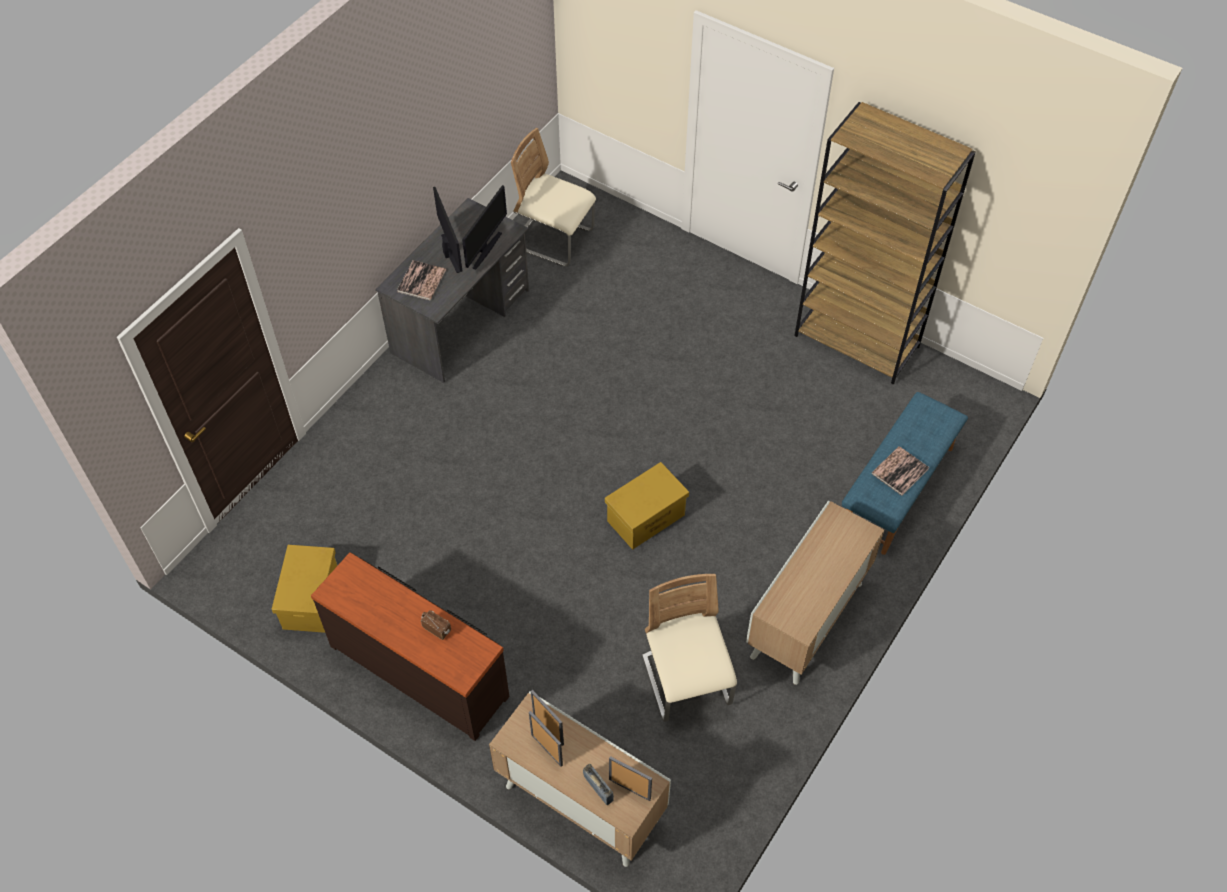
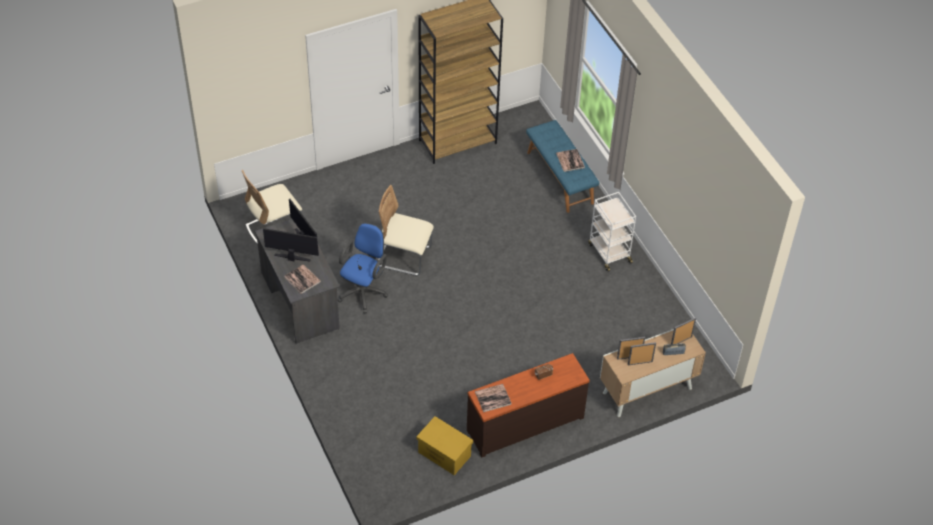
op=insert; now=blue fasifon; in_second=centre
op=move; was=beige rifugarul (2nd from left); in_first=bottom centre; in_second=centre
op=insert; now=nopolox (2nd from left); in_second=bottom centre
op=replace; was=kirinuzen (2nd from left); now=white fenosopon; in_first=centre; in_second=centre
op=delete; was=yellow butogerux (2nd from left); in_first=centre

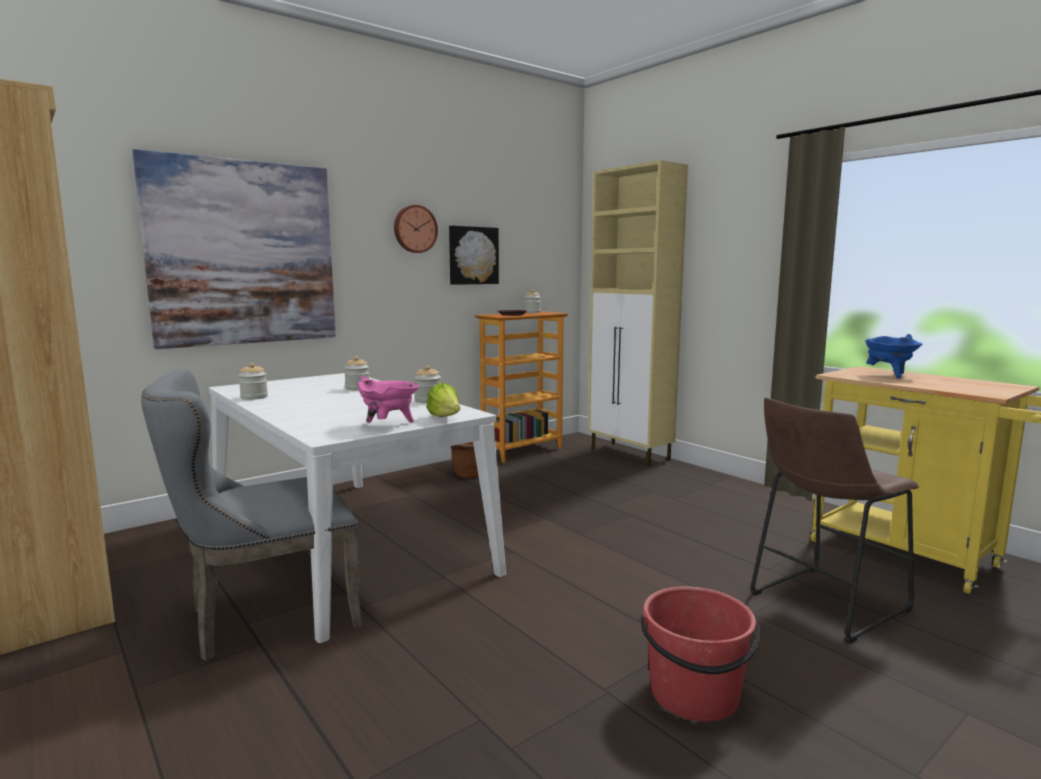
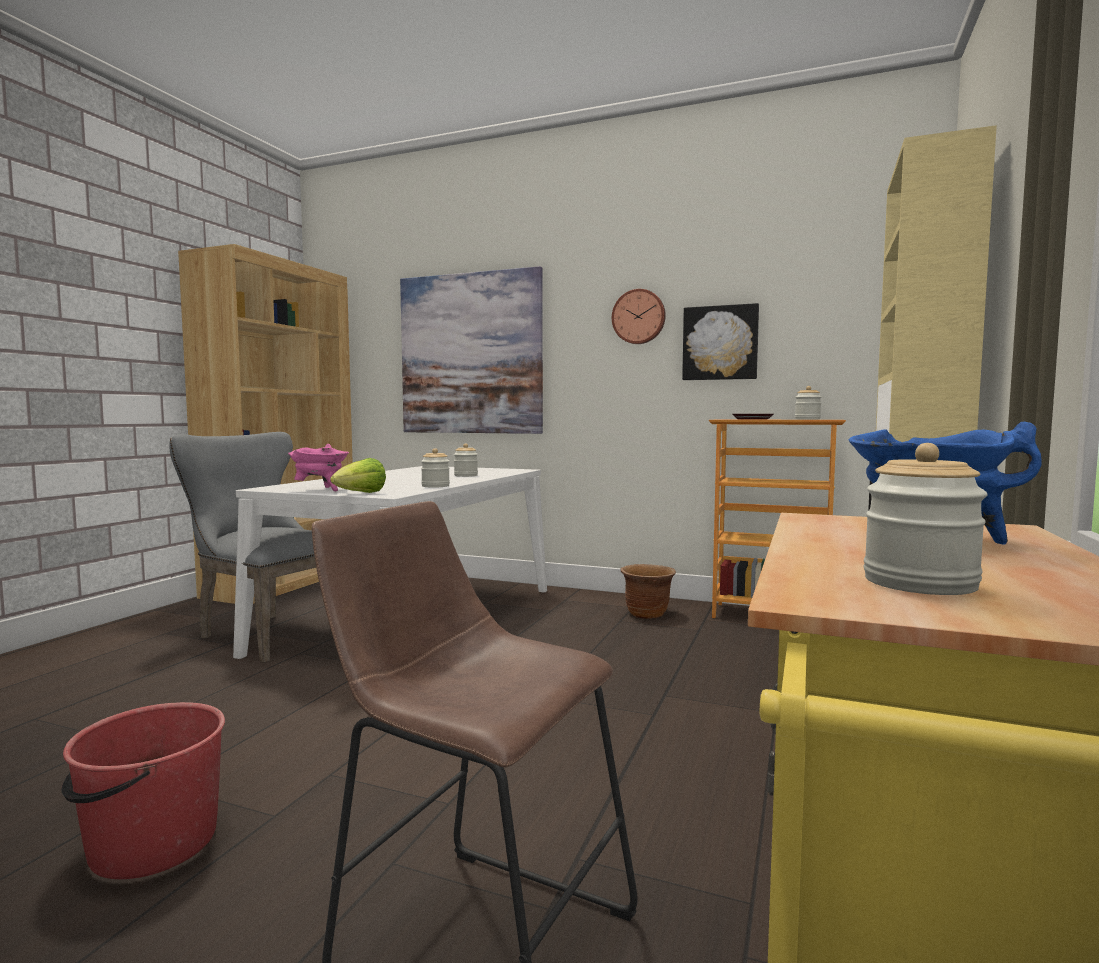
op=move; was=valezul (1st from left in the first image); now=valezul (4th from left); in_first=middle left; in_second=middle right

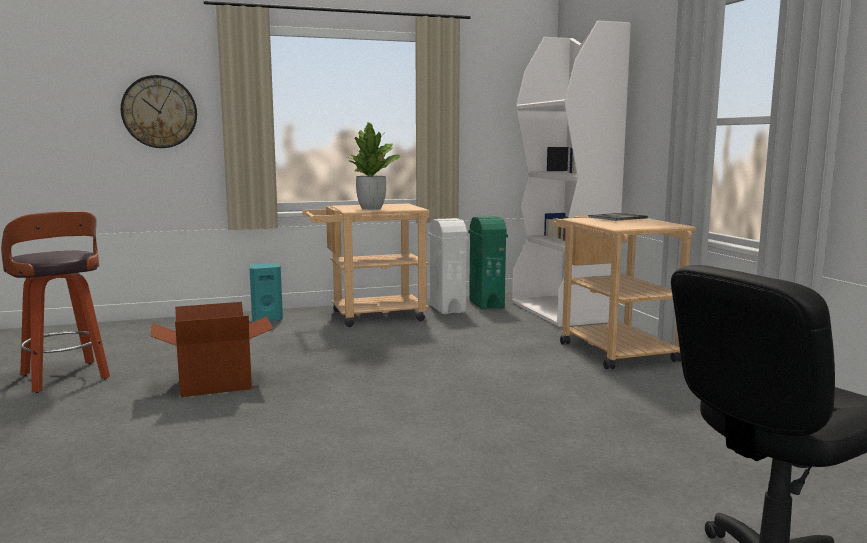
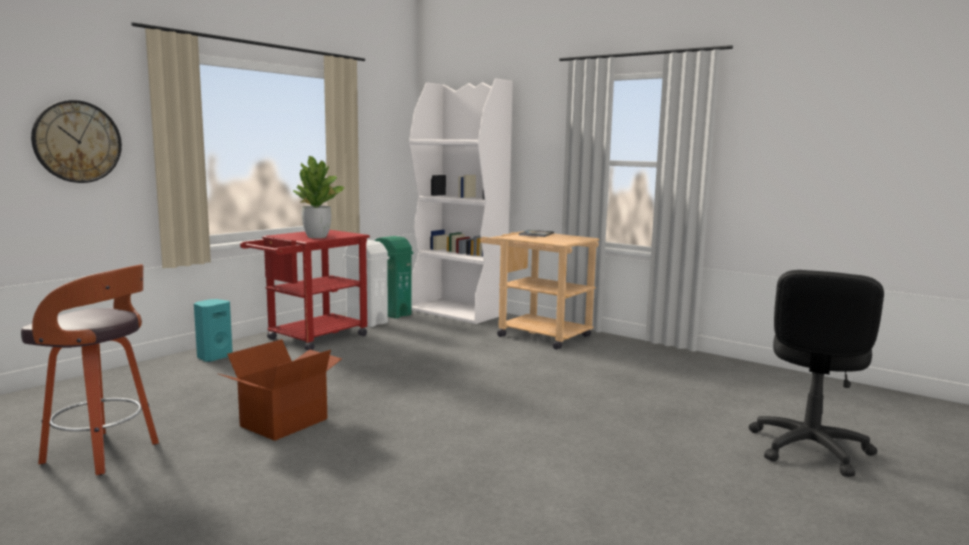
op=recolor; was=beige fenosopon (1st from left); now=red fenosopon; in_first=centre; in_second=middle left

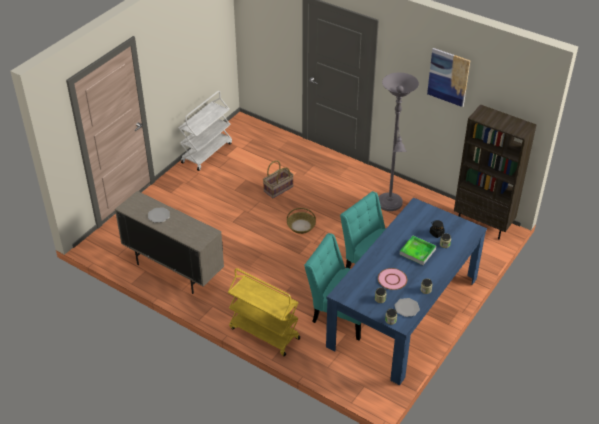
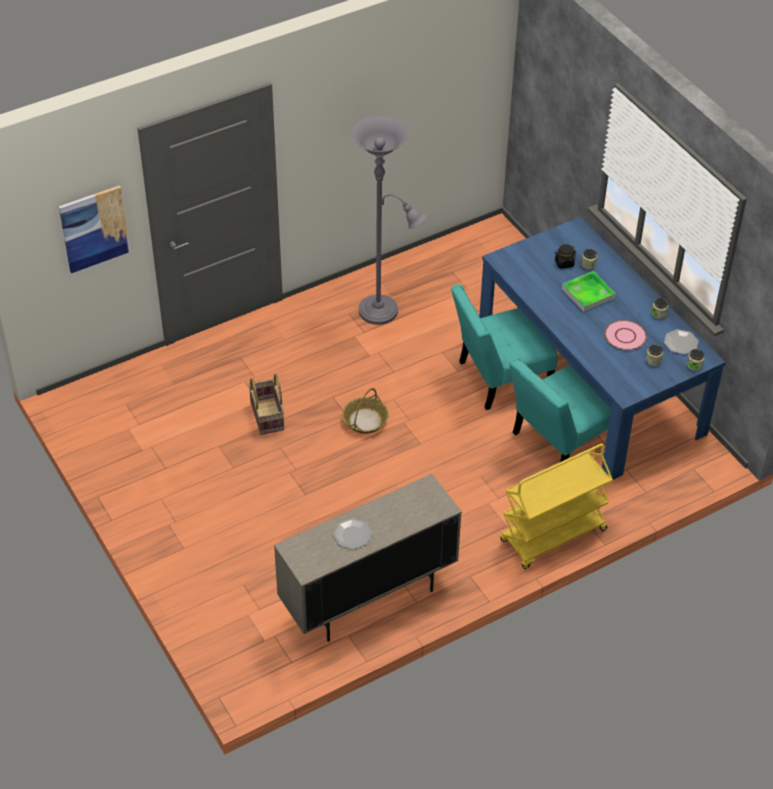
op=move; was=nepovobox; in_first=top right; in_second=top left
op=delete; was=white fenosopon; in_first=top centre
op=delete; was=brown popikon; in_first=middle right

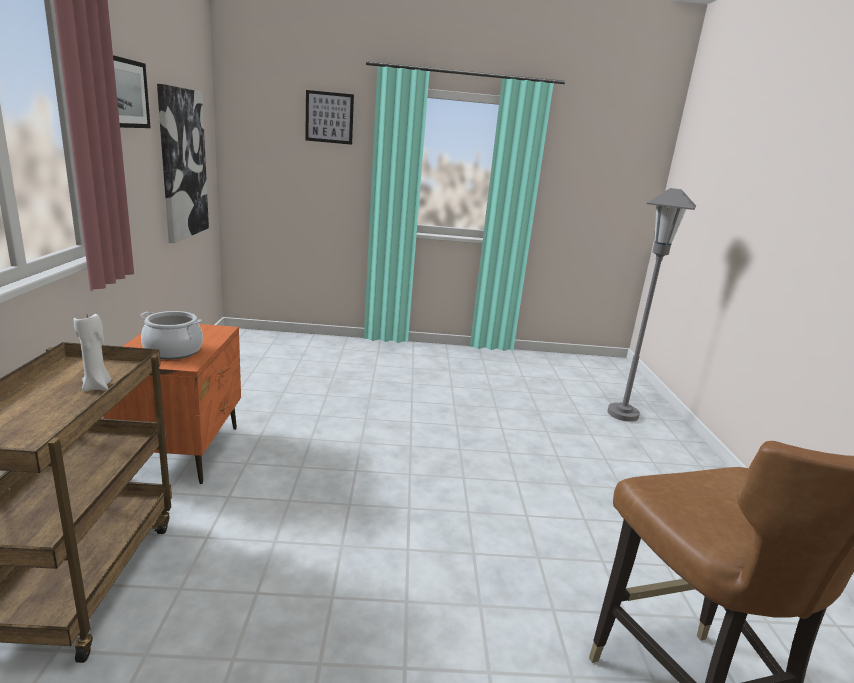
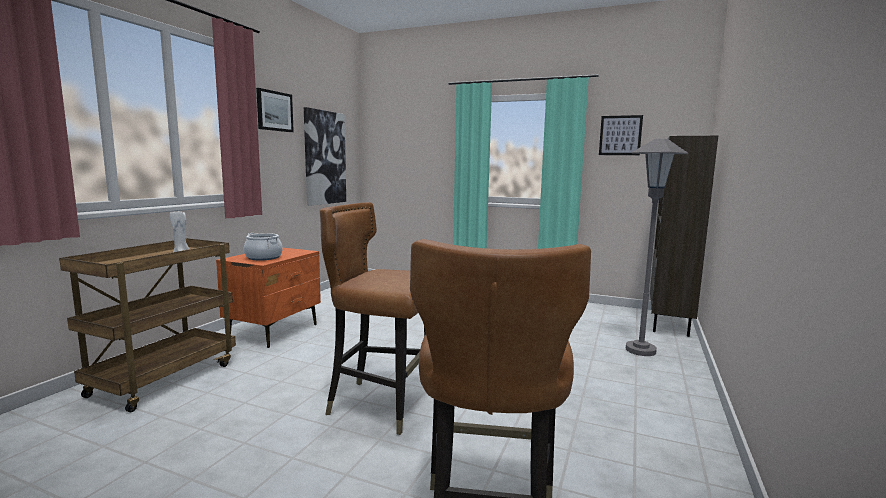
op=insert; now=brown rifugarul (1st from left); in_second=centre
op=move; was=nepovobox (3rd from left); in_first=top centre; in_second=top right
op=insert; now=brown popikon; in_second=middle right

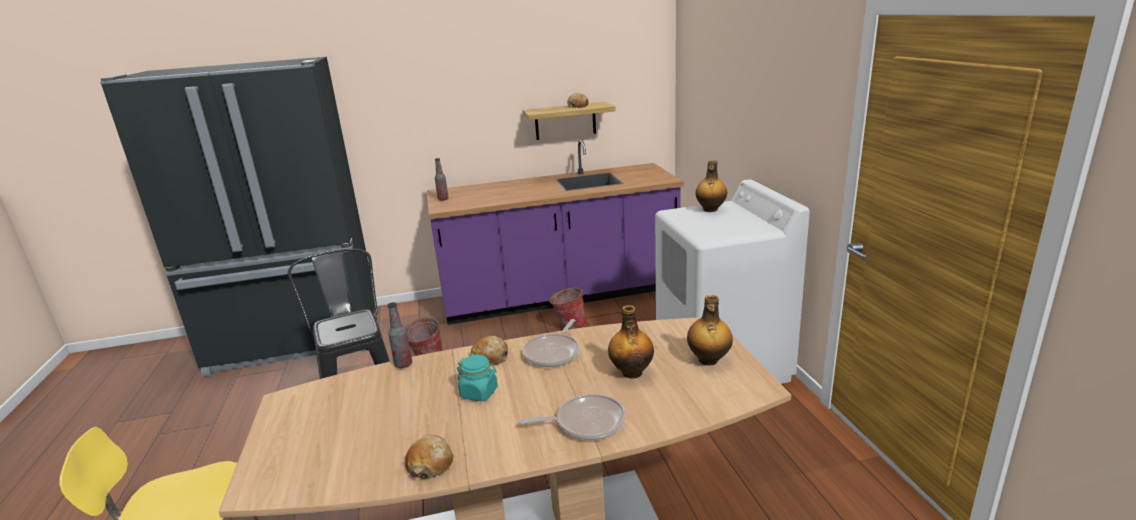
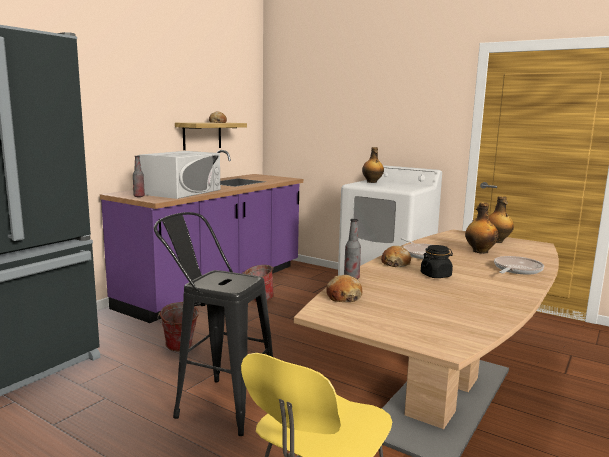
op=insert; now=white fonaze; in_second=middle left
op=move; was=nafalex (1st from left in the first image); now=nafalex (2nd from left); in_first=bottom centre; in_second=centre
op=recolor; was=turquoise valezul; now=black valezul; in_first=bottom centre; in_second=middle right

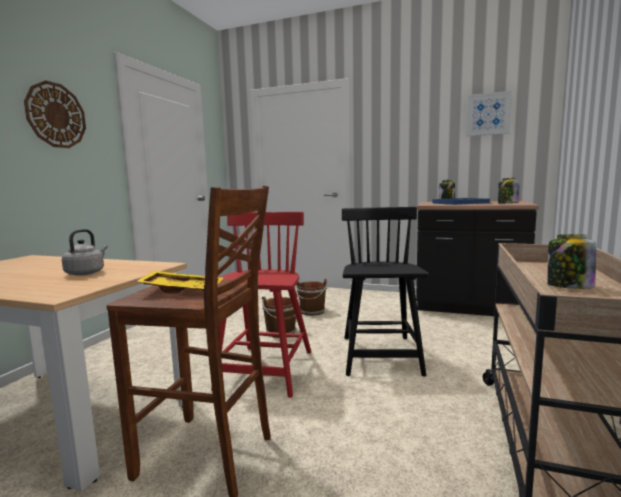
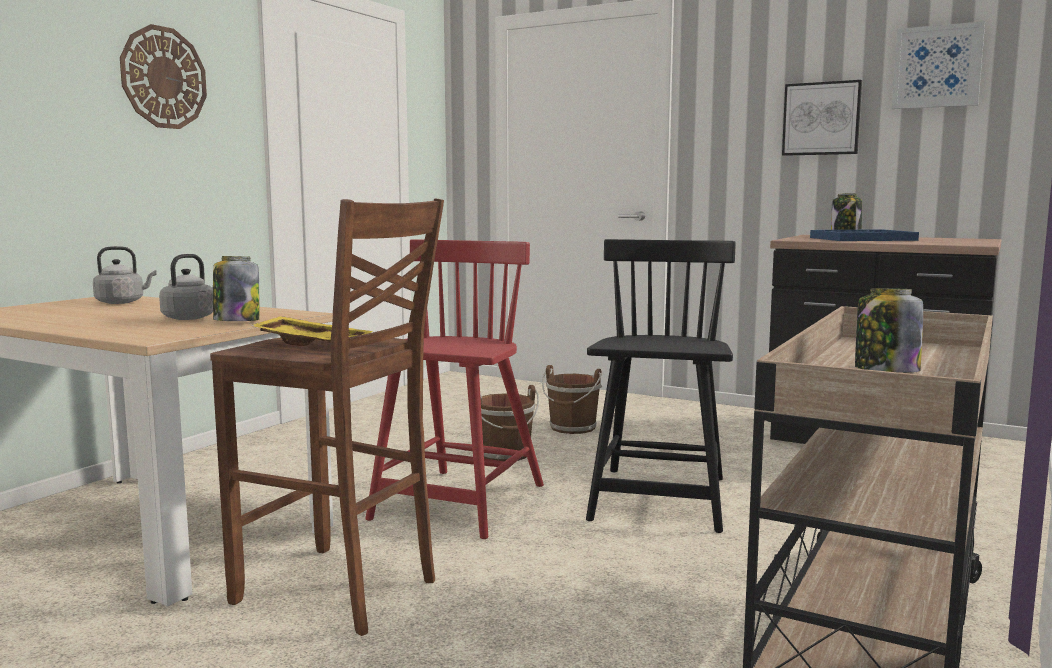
op=insert; now=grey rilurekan (1st from left); in_second=middle left
op=move; was=valezul (2nd from left in the first image); now=valezul (1st from left); in_first=middle right; in_second=middle left
op=insert; now=nepovobox (1st from left); in_second=top right

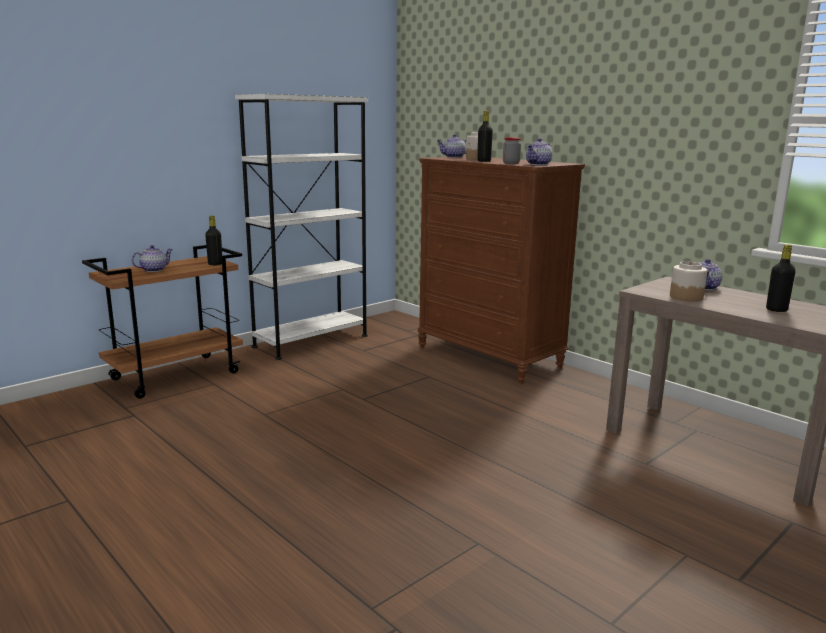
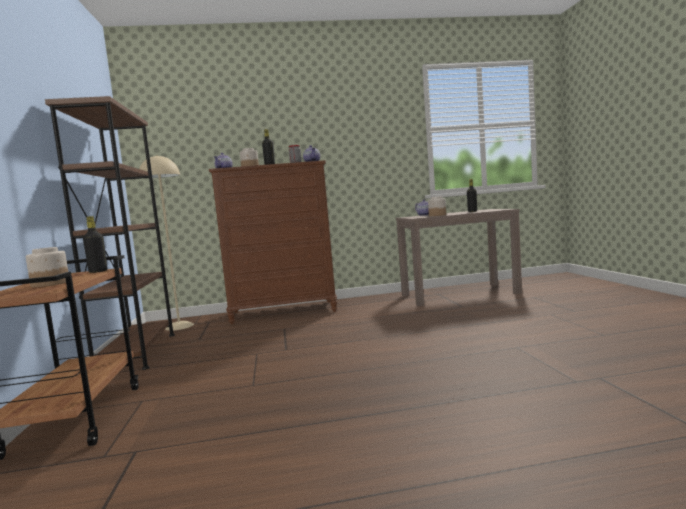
op=replace; was=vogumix (1st from left); now=valezul (1st from left); in_first=middle left; in_second=middle left
op=recolor; was=white popikon; now=brown popikon; in_first=centre; in_second=middle left
op=insert; now=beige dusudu; in_second=middle left

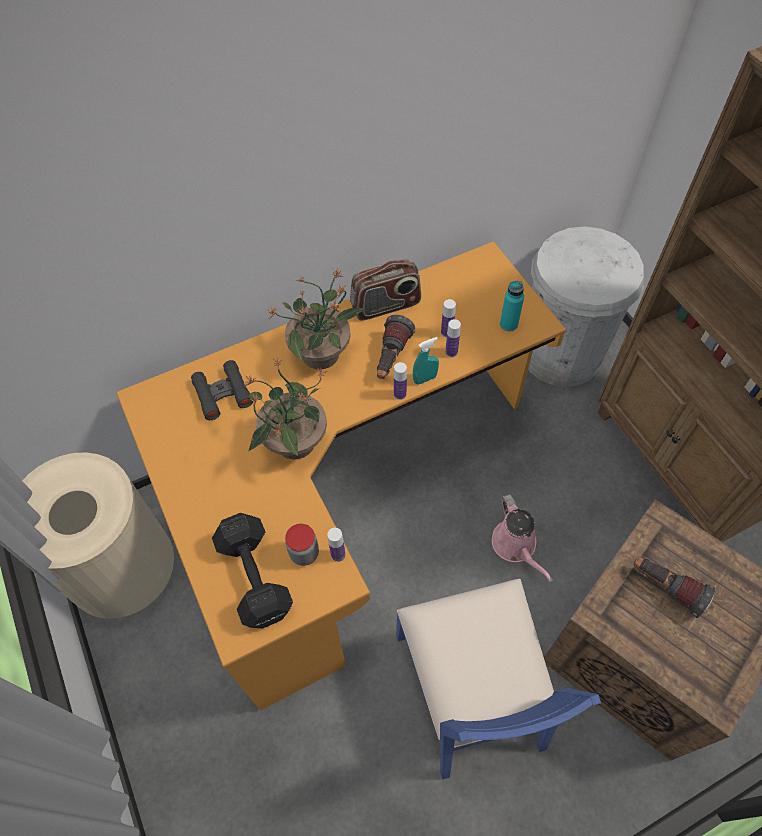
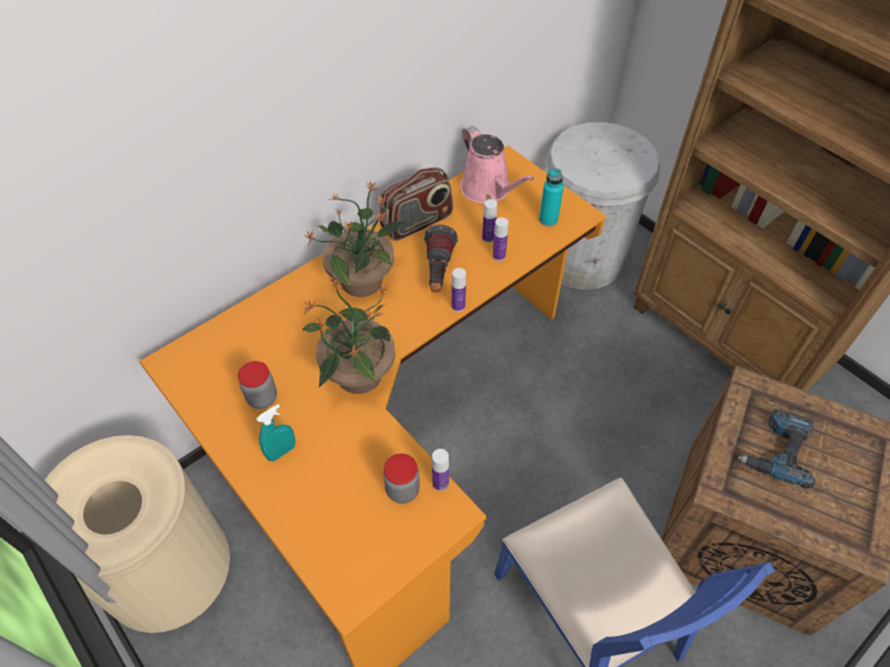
op=insert; now=valezul (1st from left); in_second=middle left
op=move; was=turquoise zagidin; in_first=centre; in_second=middle left
op=move; was=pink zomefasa; in_first=middle right; in_second=top centre
op=replace; was=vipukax (2nd from left); now=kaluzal; in_first=bottom right; in_second=bottom right
op=delete; was=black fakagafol; in_first=middle left
op=delete; was=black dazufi; in_first=bottom left

